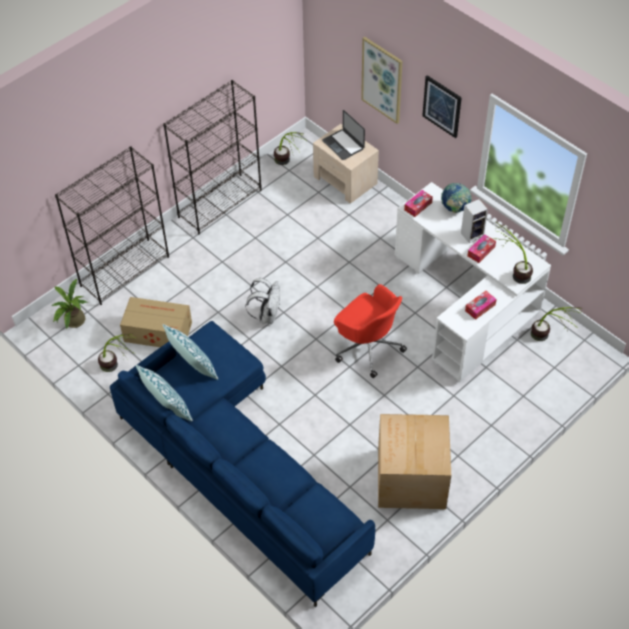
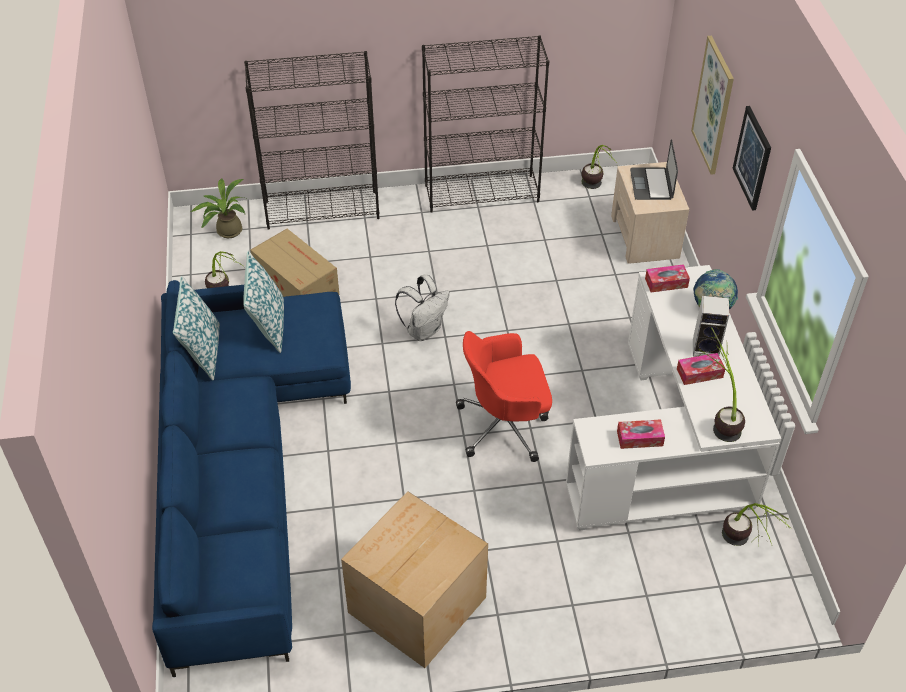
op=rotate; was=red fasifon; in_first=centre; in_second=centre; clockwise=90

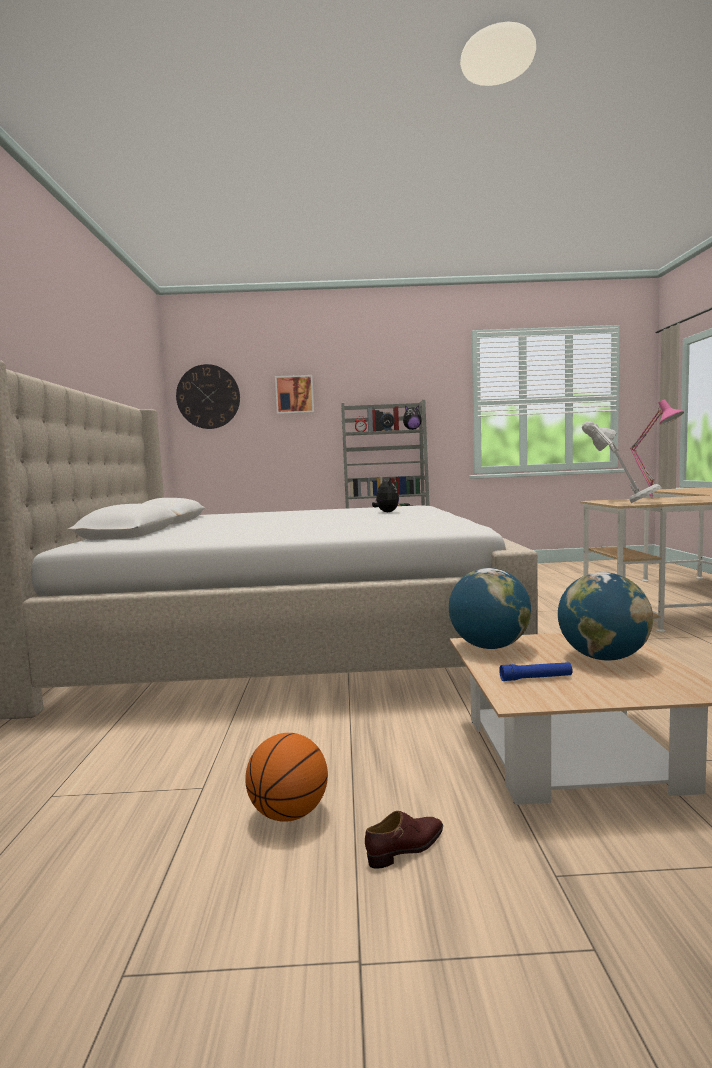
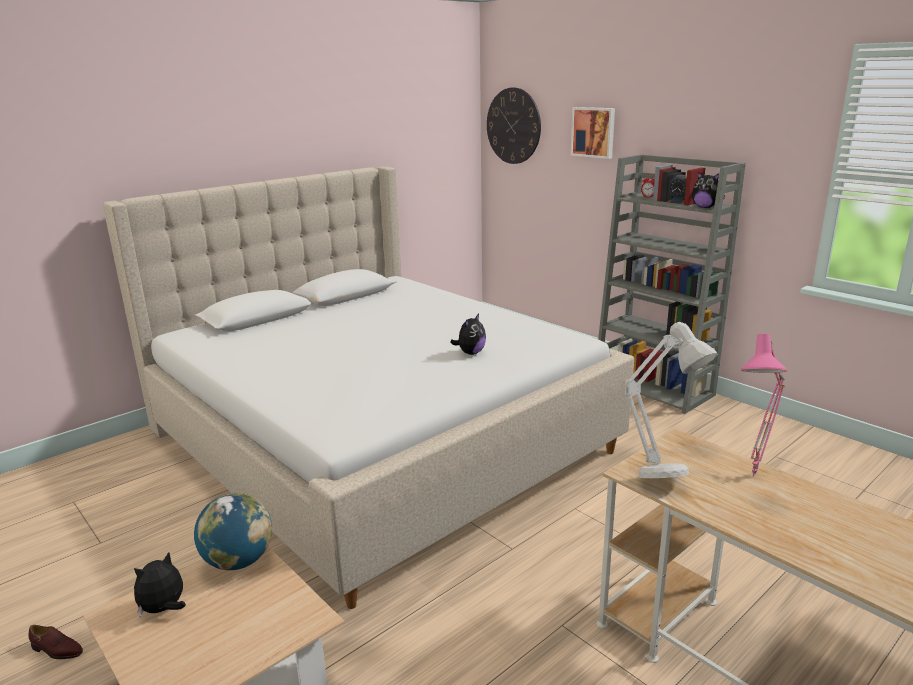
op=replace; was=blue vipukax; now=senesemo (1st from left); in_first=middle right; in_second=bottom left
op=delete; was=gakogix; in_first=bottom centre
op=delete; was=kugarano (2nd from left); in_first=middle right

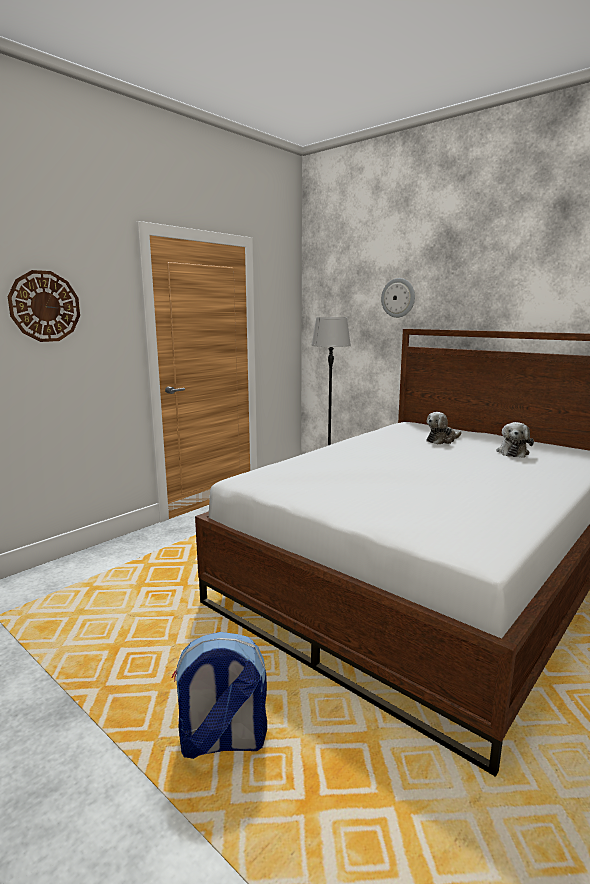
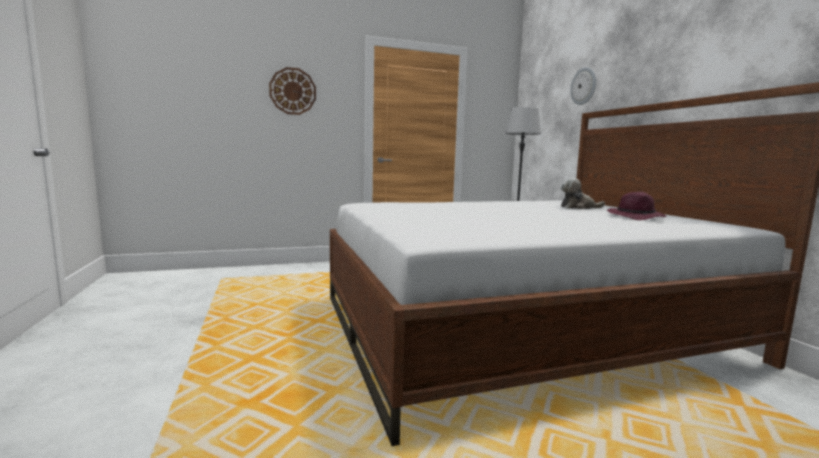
op=replace; was=senesemo (2nd from left); now=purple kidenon; in_first=middle right; in_second=middle right
op=delete; was=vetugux; in_first=bottom centre

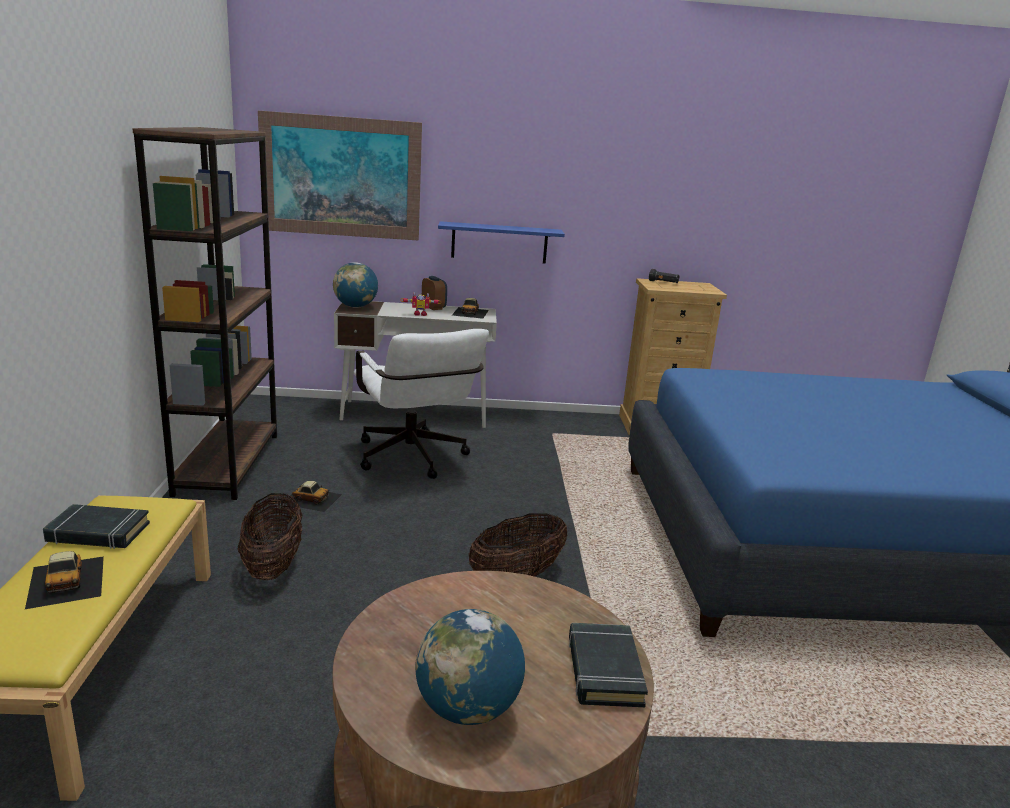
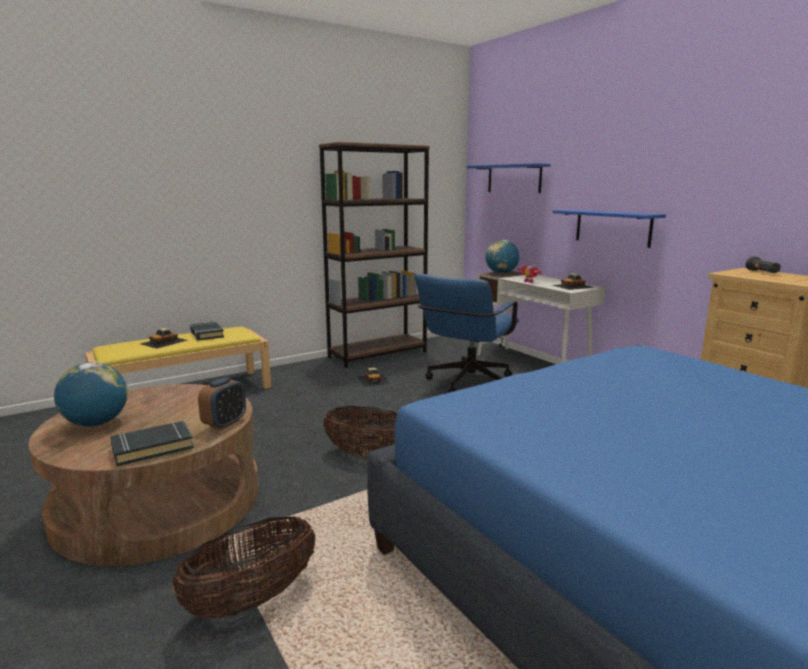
op=move; was=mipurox (1st from left); in_first=middle left; in_second=bottom left
op=move; was=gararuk; in_first=centre; in_second=middle left
op=recolor; was=white fasifon; now=blue fasifon; in_first=centre; in_second=centre
op=replace; was=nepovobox; now=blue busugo (1st from left); in_first=top centre; in_second=top centre

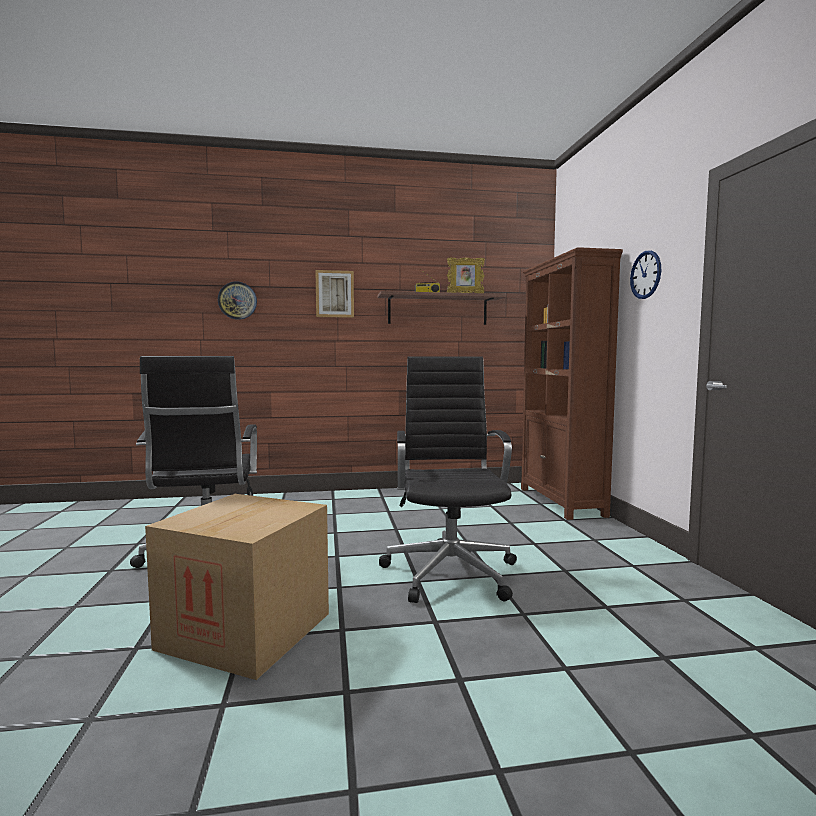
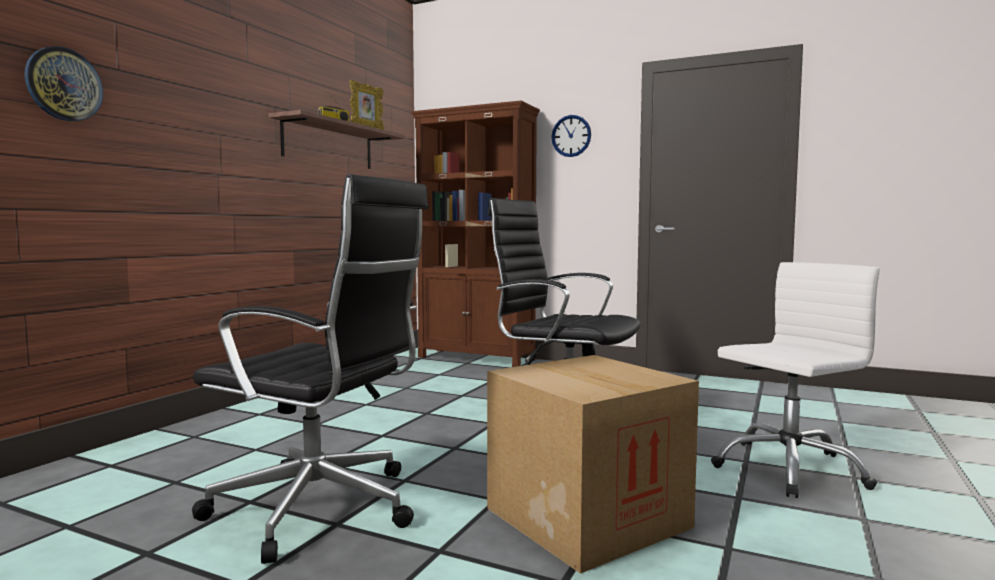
op=insert; now=white fasifon; in_second=middle right
op=delete; was=nepovobox; in_first=centre

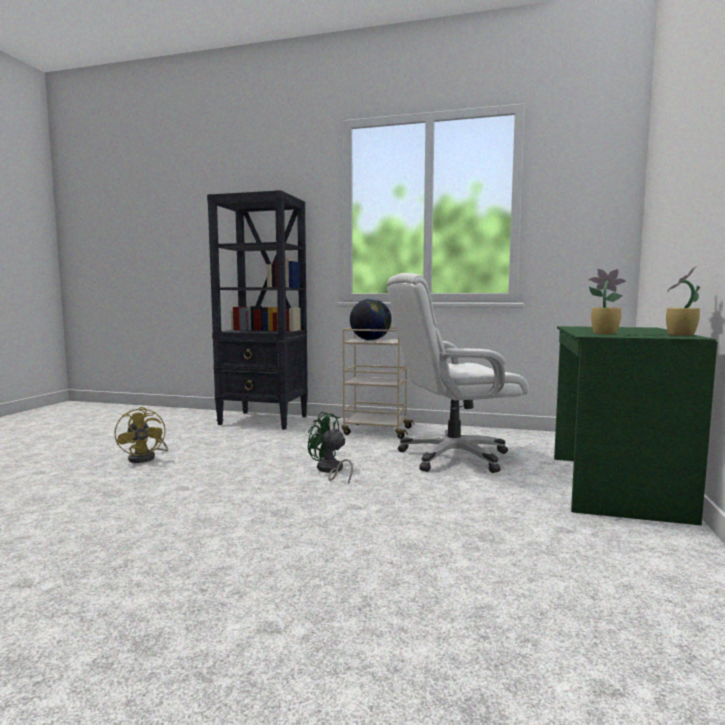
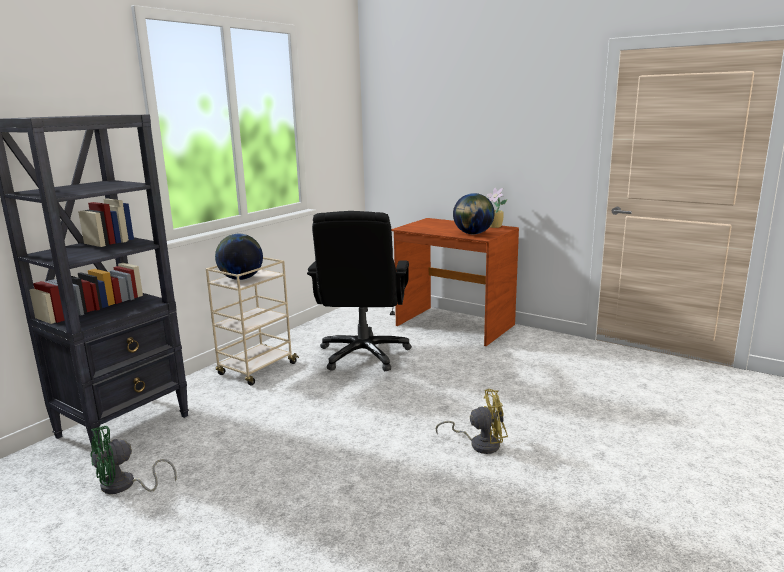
op=move; was=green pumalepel; in_first=centre; in_second=bottom left
op=recolor; was=white fasifon; now=black fasifon; in_first=centre; in_second=centre
op=recolor; was=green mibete; now=brown mibete; in_first=middle right; in_second=centre
op=move; was=yellow pumalepel; in_first=middle left; in_second=bottom centre
op=replace; was=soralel (1st from left); now=kugarano (2nd from left); in_first=middle right; in_second=centre

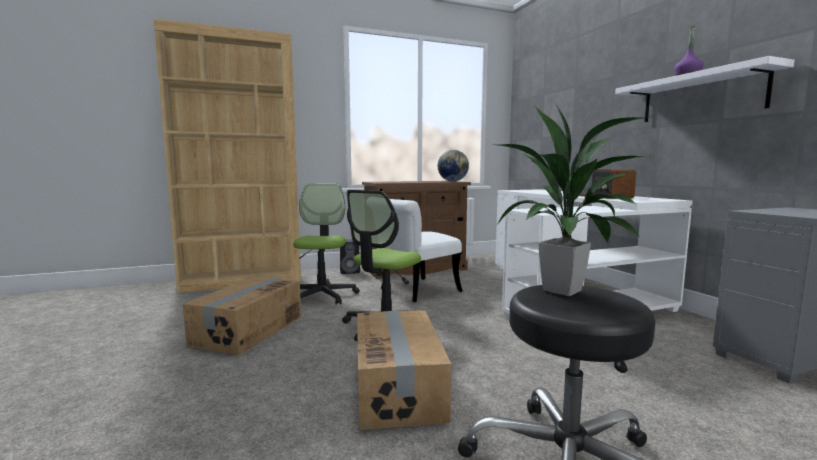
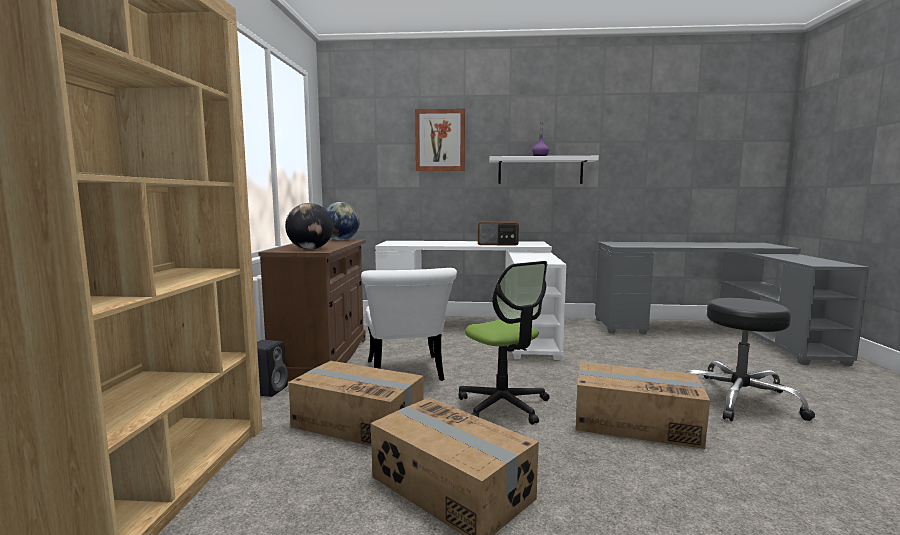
op=insert; now=kugarano (1st from left); in_second=centre
op=replace; was=fasifon (1st from left); now=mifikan (1st from left); in_first=centre; in_second=bottom centre
op=insert; now=nepovobox; in_second=top centre
op=delete; was=soralel; in_first=middle right

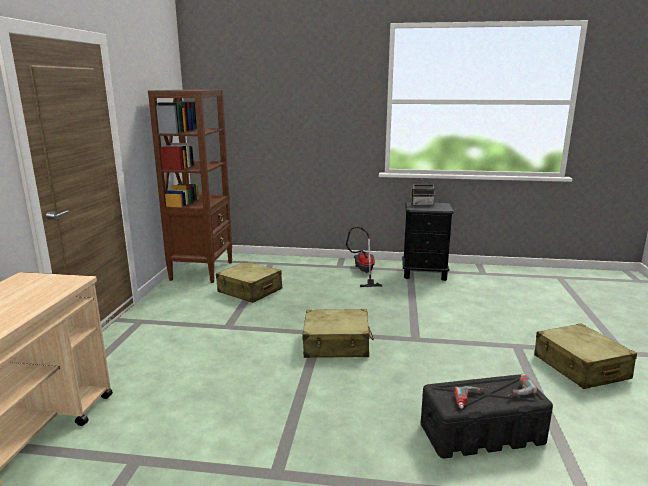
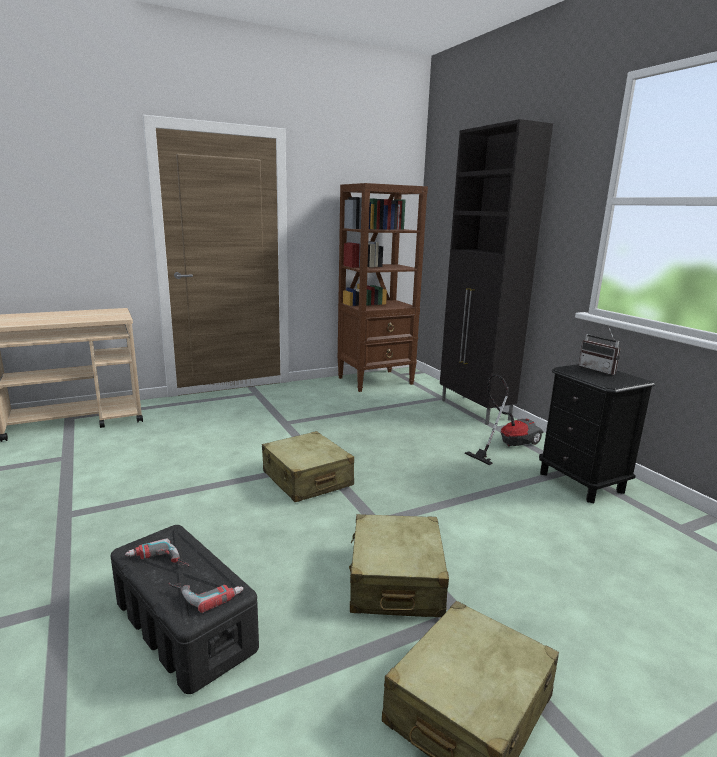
op=move; was=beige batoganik (1st from left in the first image); now=beige batoganik (2nd from left); in_first=centre; in_second=bottom centre
op=insert; now=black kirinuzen; in_second=middle right

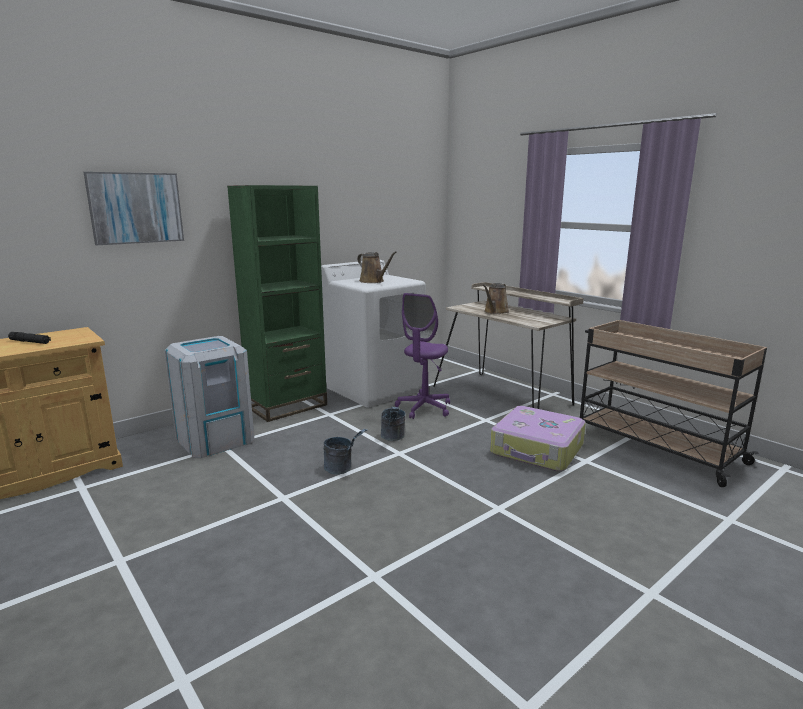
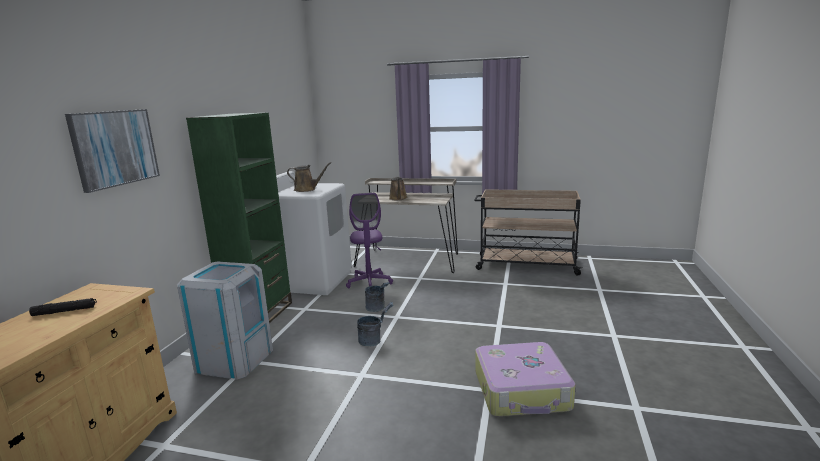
op=move; was=batoganik; in_first=middle right; in_second=bottom centre

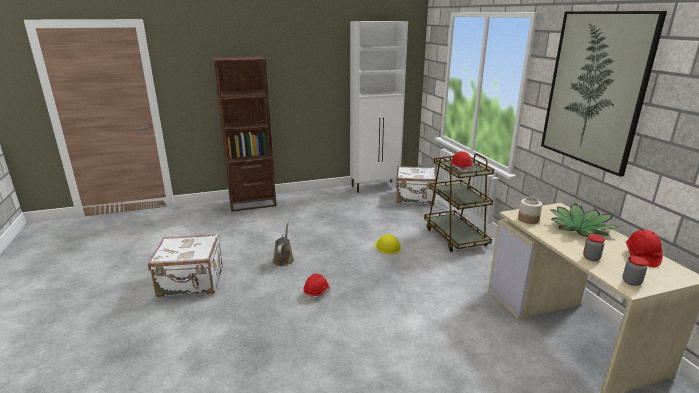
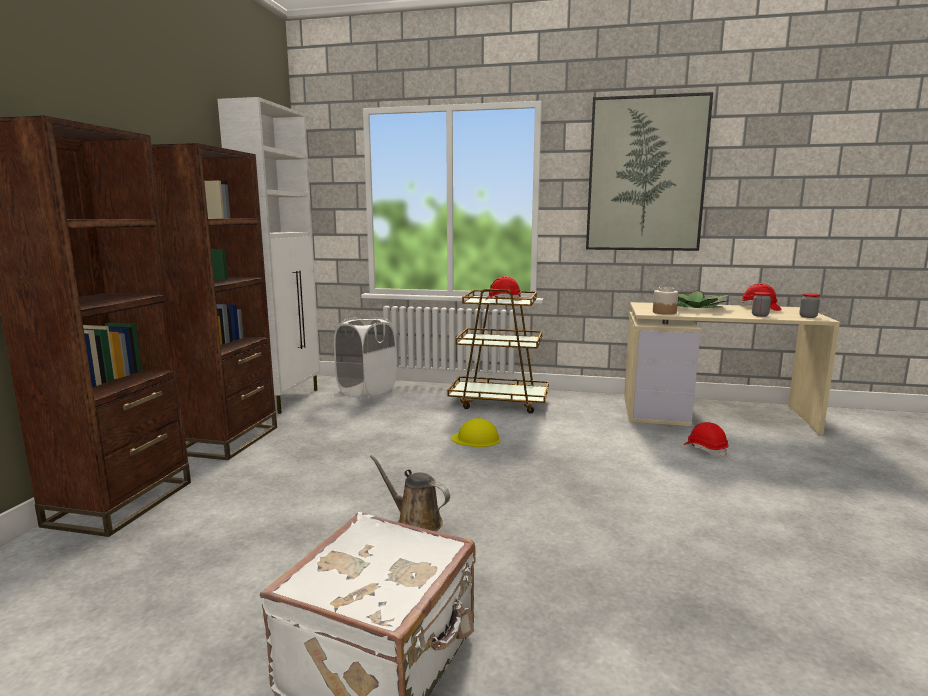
op=insert; now=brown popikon (2nd from left); in_second=middle left
op=replace; was=white batoganik (2nd from left); now=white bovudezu; in_first=centre; in_second=centre
op=move; was=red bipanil (1st from left in the first image); now=red bipanil (2nd from left); in_first=bottom centre; in_second=middle right

